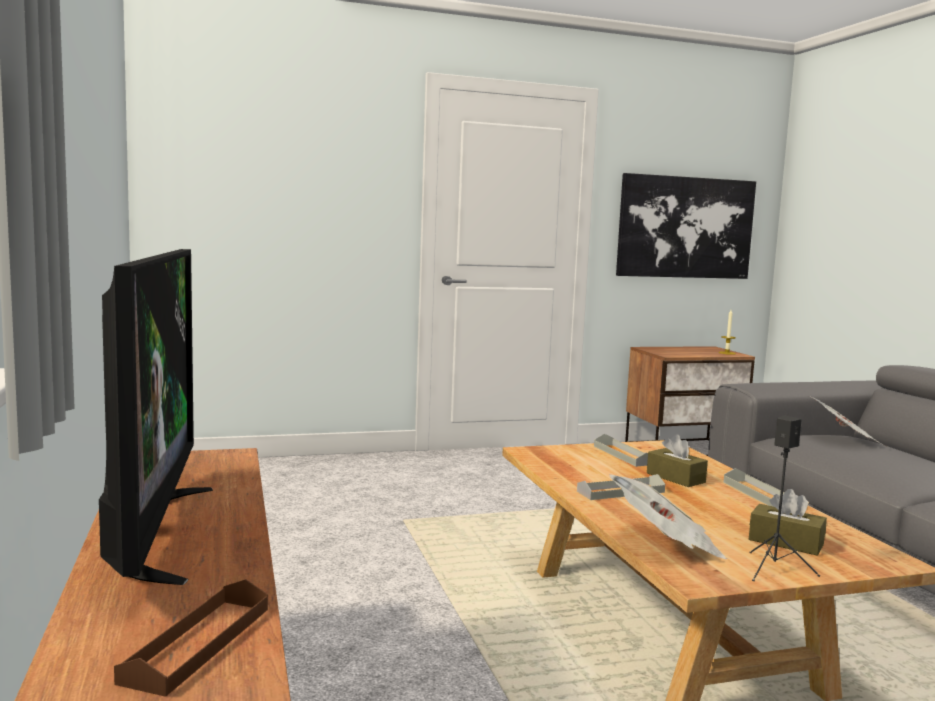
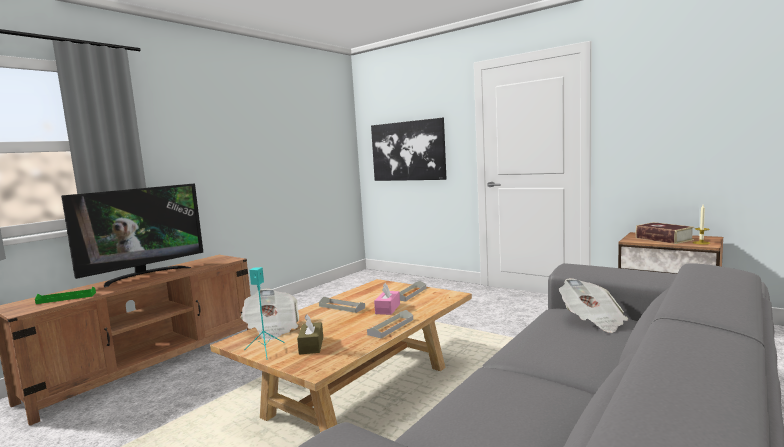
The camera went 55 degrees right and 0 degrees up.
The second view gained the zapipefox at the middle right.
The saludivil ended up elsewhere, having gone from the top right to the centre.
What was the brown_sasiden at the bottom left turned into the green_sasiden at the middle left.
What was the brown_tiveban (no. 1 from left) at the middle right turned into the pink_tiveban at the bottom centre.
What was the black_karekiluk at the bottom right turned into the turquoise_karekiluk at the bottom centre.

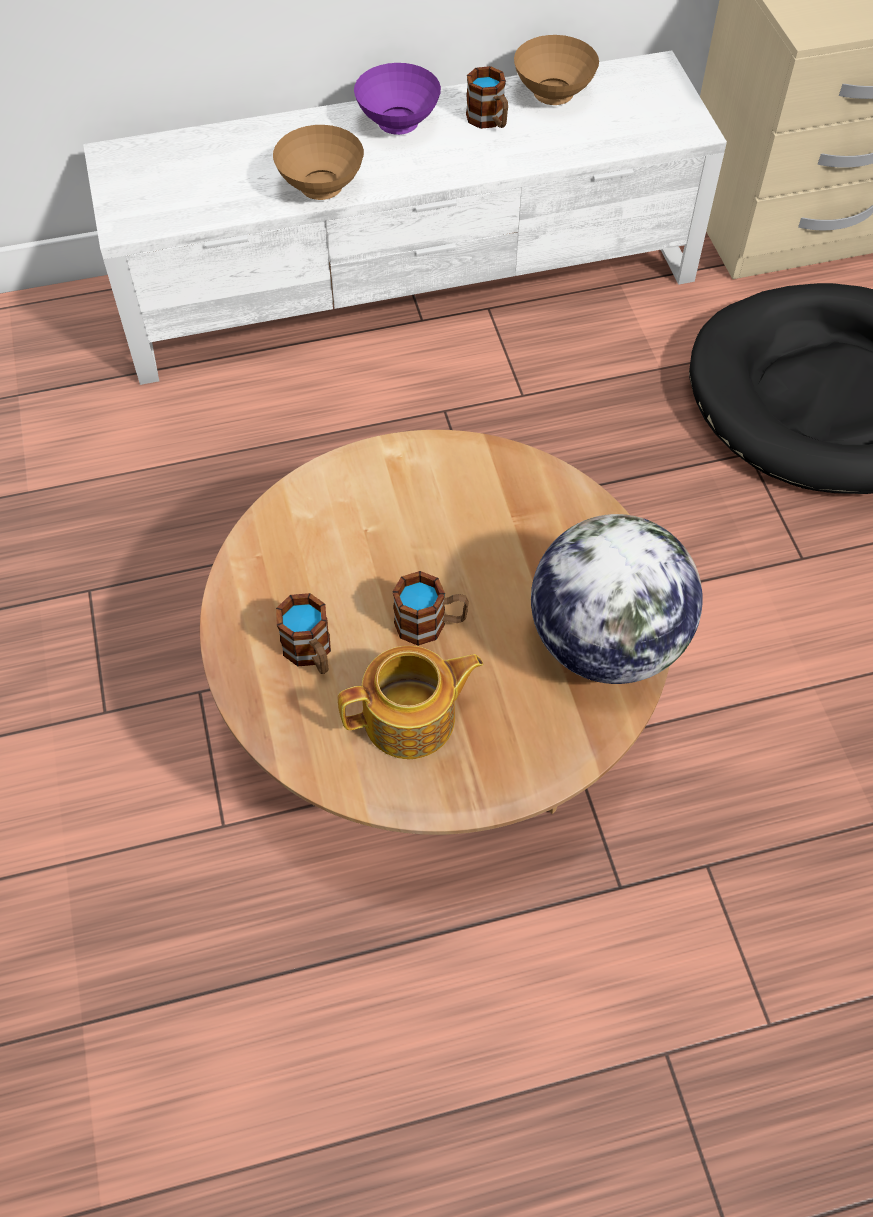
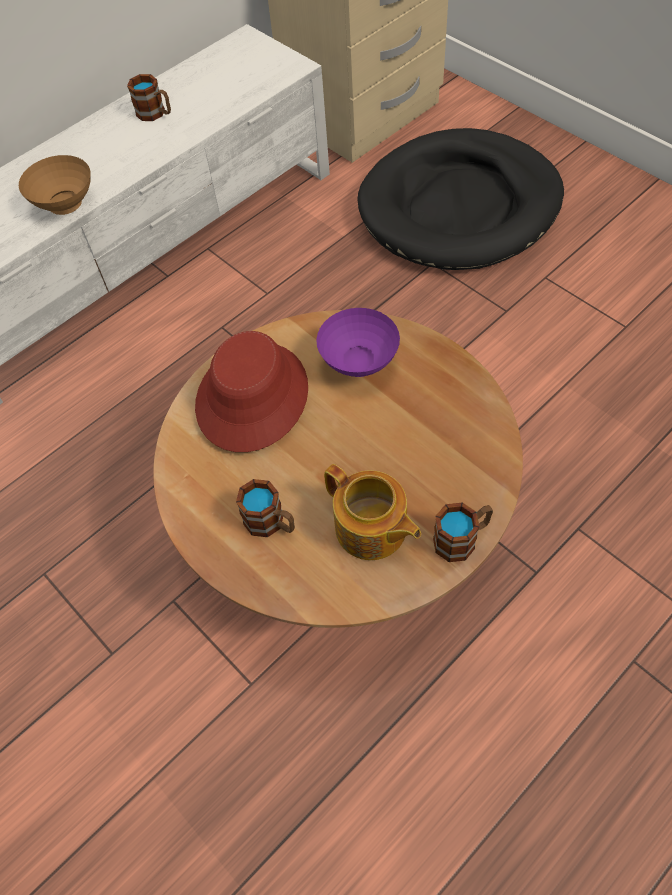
The camera went 25 degrees left and 0 degrees up.
The second view lost the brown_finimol (no. 2 from left) at the top centre.
The second view lost the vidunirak at the middle right.
The second view gained the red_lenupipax at the centre.
The purple_finimol ended up elsewhere, having gone from the top centre to the centre.
The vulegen (no. 2 from left in the first image) ended up elsewhere, having gone from the centre to the middle right.
The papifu at the centre ended up facing another way, 90 degrees clockwise from before.

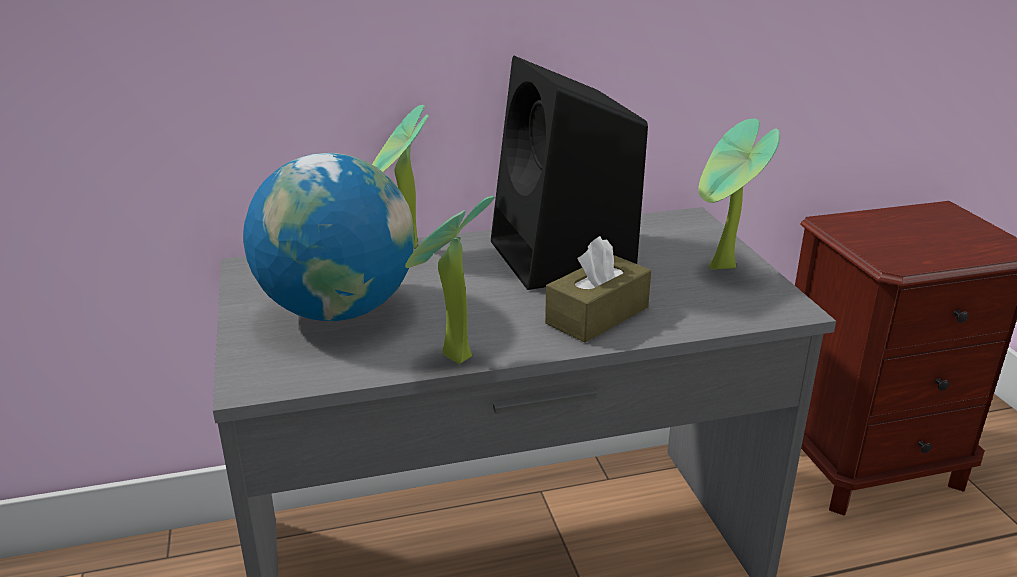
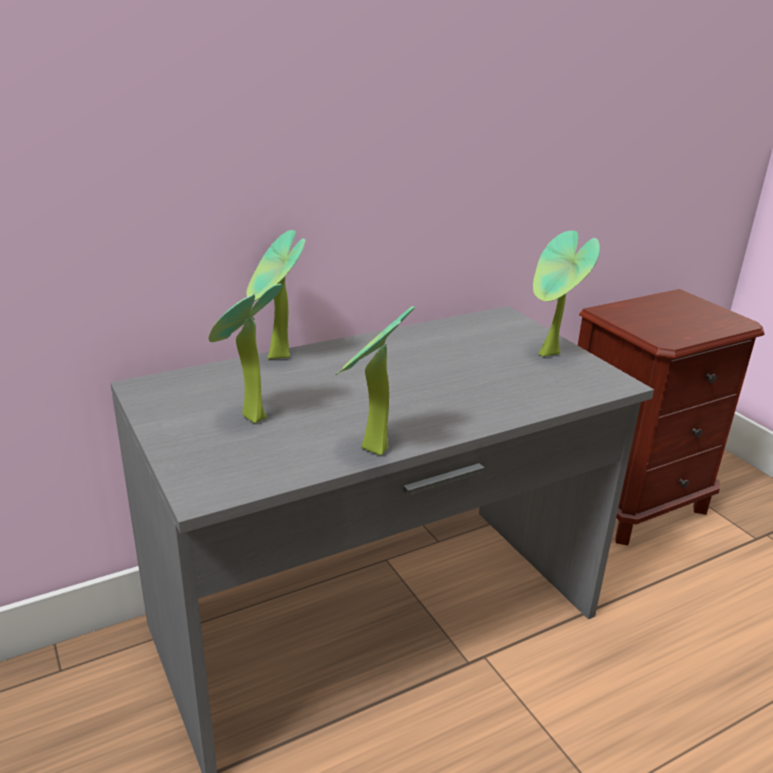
The camera went 15 degrees left and 0 degrees up.
The second view lost the black_karekiluk at the top centre.
The second view lost the brown_tiveban at the centre.
Where the vidunirak stood at the middle left, the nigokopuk (no. 1 from left) came to stand at the middle left.

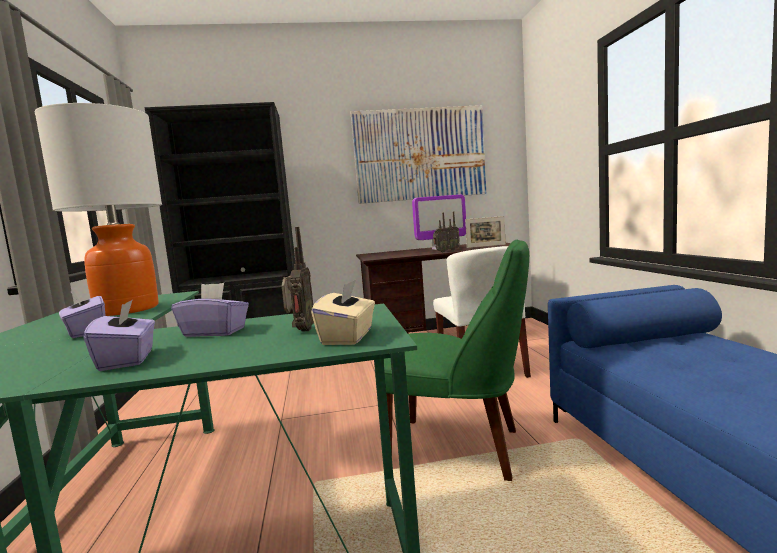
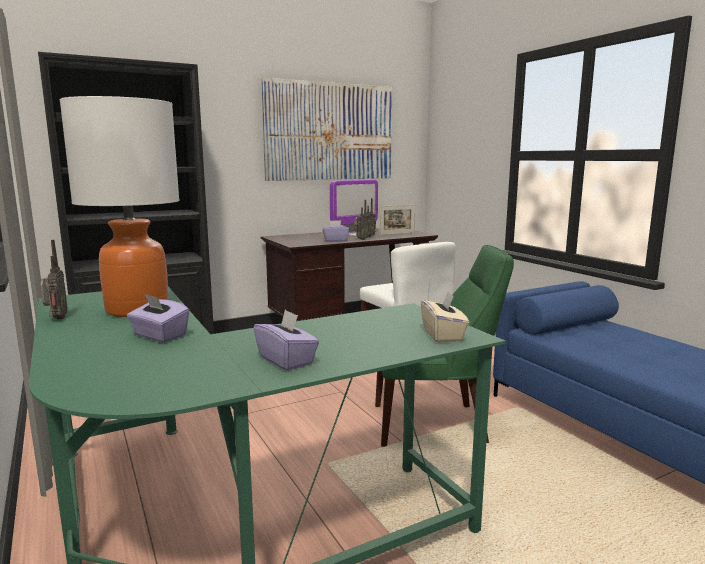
The camera went 20 degrees left and 5 degrees up.
The purple_tiveban (no. 3 from left) ended up elsewhere, having gone from the middle left to the centre.
The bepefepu (no. 1 from left) ended up elsewhere, having gone from the centre to the middle left.

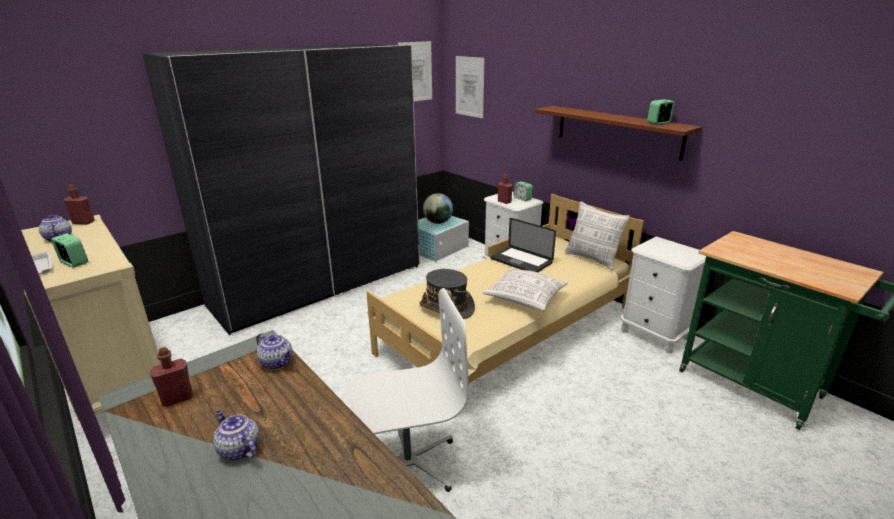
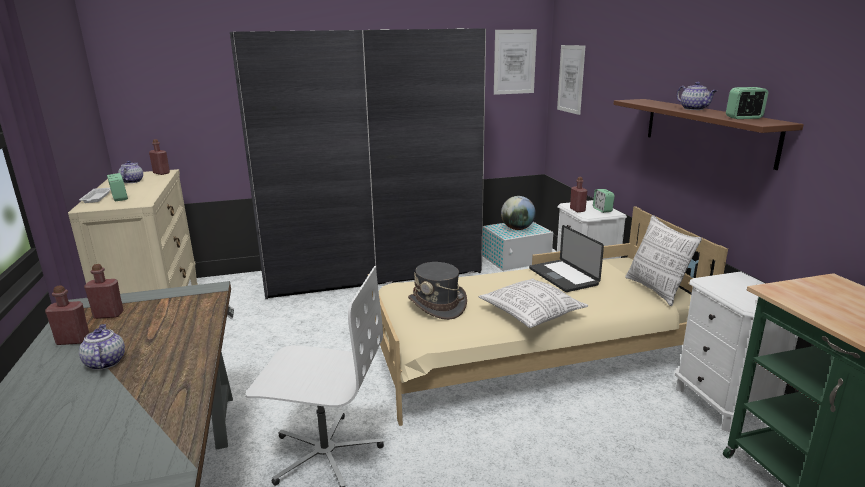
The camera went 25 degrees right and 5 degrees down.
The second view gained the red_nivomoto (no. 1 from left) at the middle left.
The papifu (no. 3 from left) ended up elsewhere, having gone from the bottom left to the top right.

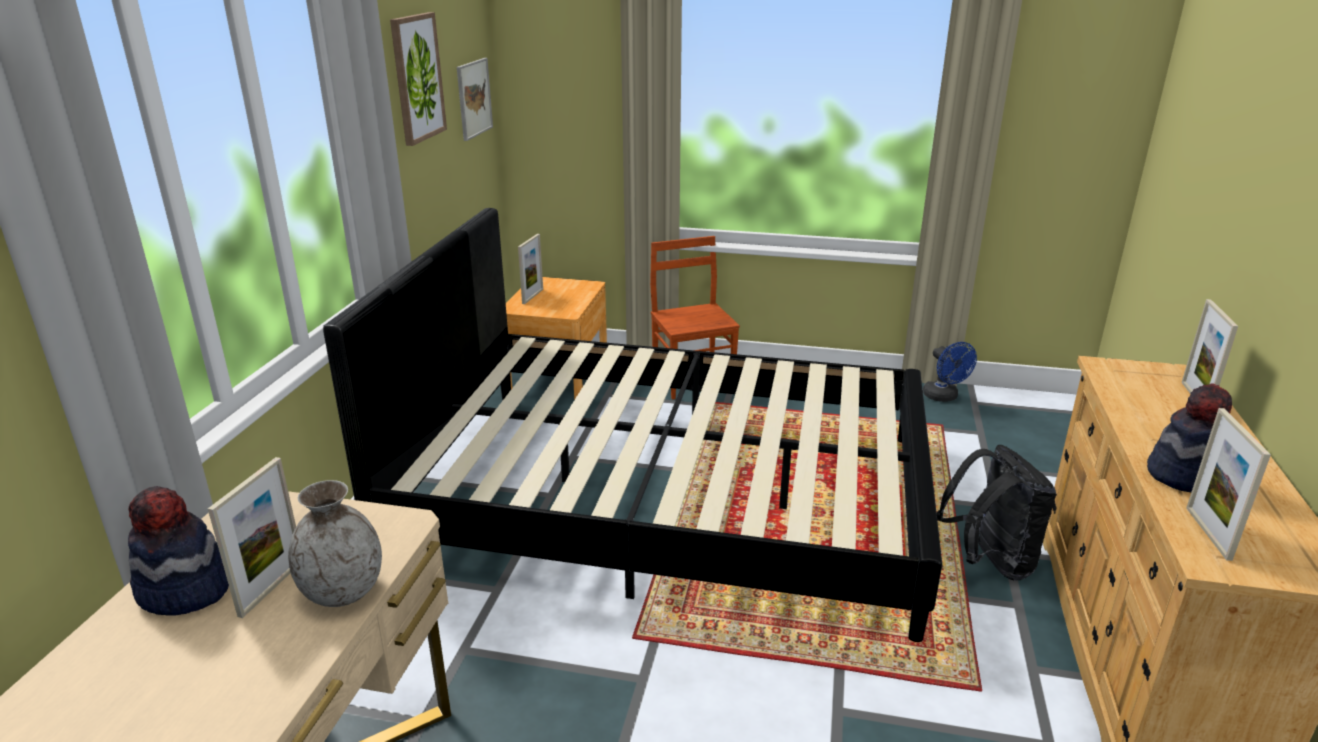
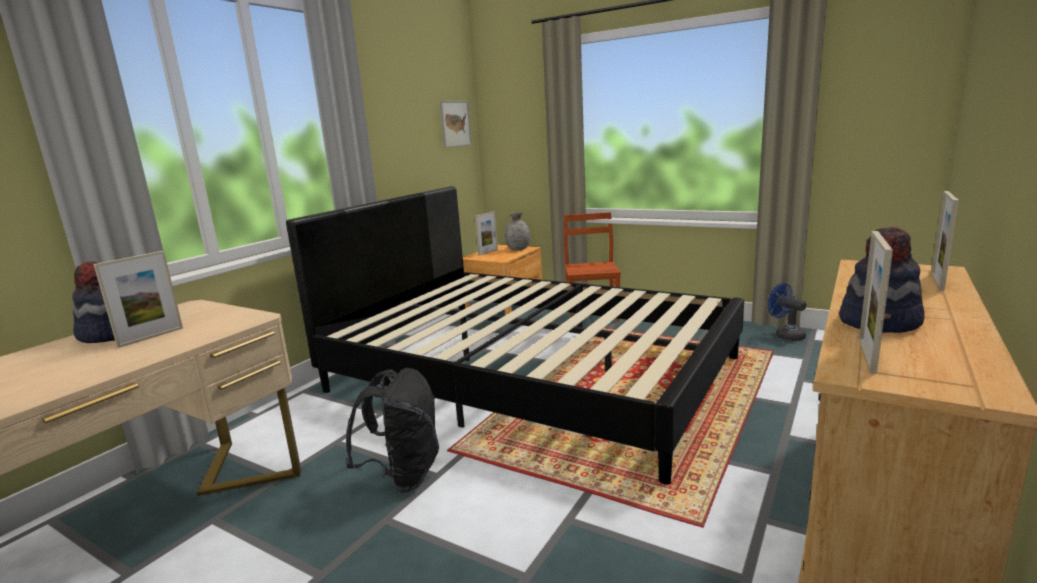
The camera went 20 degrees right and 10 degrees down.
The second view lost the saludivil (no. 1 from left) at the top left.
The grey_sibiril ended up elsewhere, having gone from the bottom left to the centre.
The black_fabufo ended up elsewhere, having gone from the bottom right to the bottom centre.
The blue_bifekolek at the middle right ended up facing another way, 150 degrees clockwise from before.

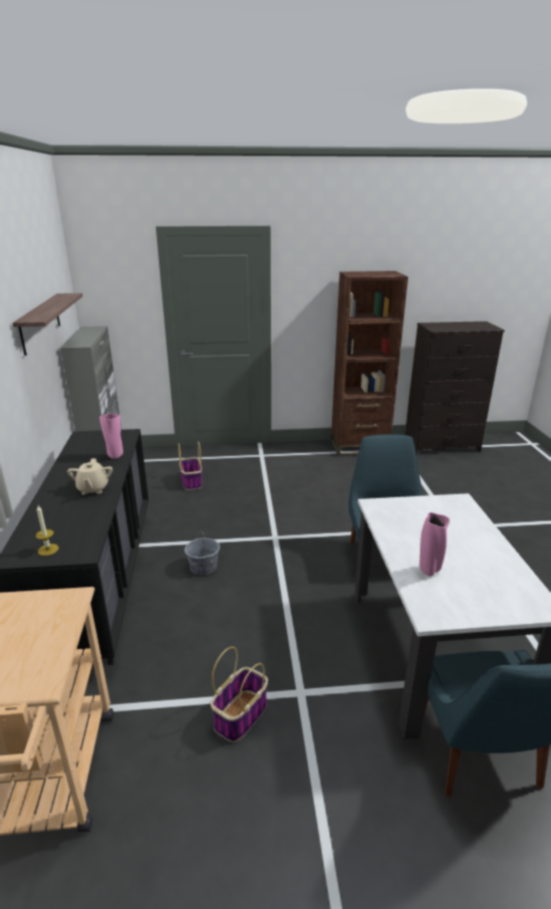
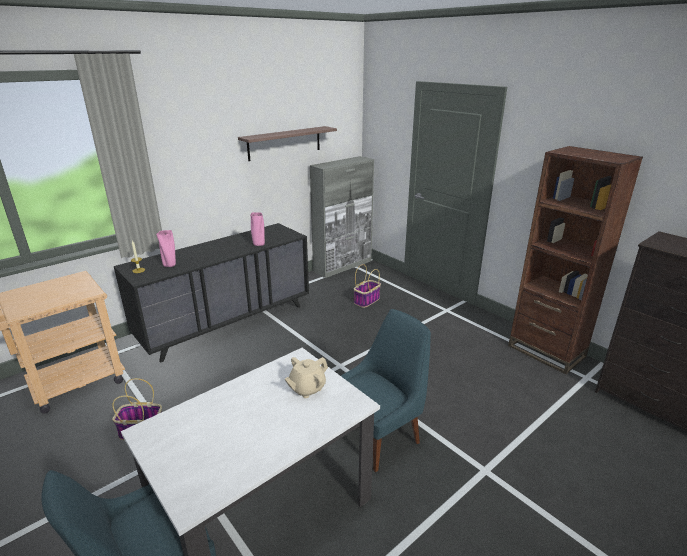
The camera went 55 degrees right and 0 degrees up.
The second view lost the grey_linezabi at the centre.
The beige_papifu ended up elsewhere, having gone from the middle left to the bottom centre.
The pink_sibiril (no. 2 from left in the first image) ended up elsewhere, having gone from the middle right to the middle left.

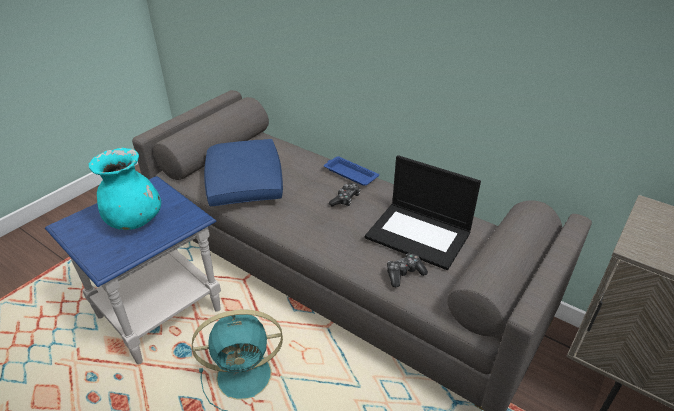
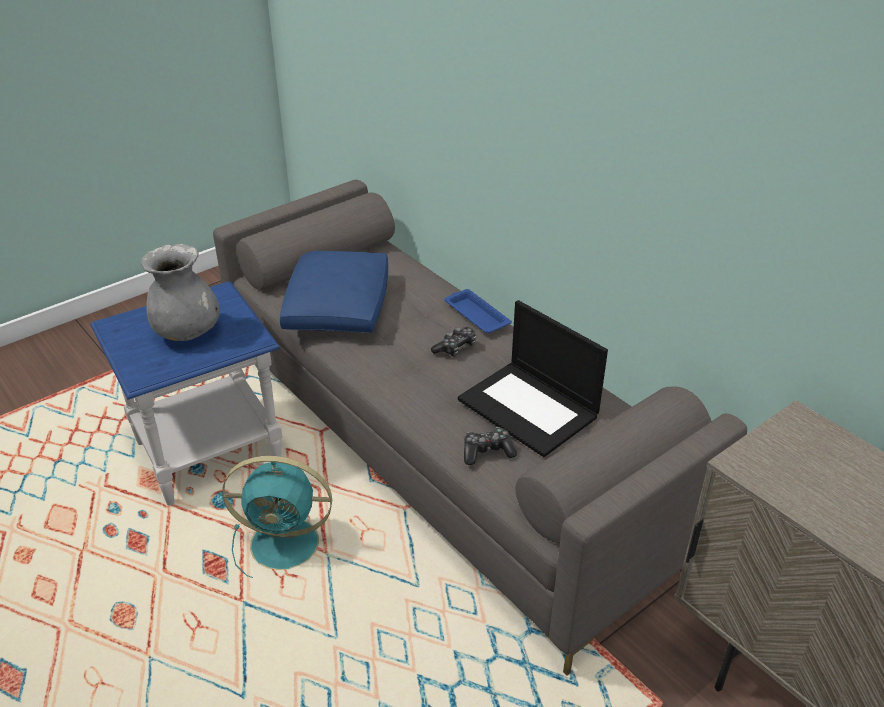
The camera went 15 degrees right and 0 degrees up.
What was the turquoise_sibiril at the middle left turned into the grey_sibiril at the middle left.

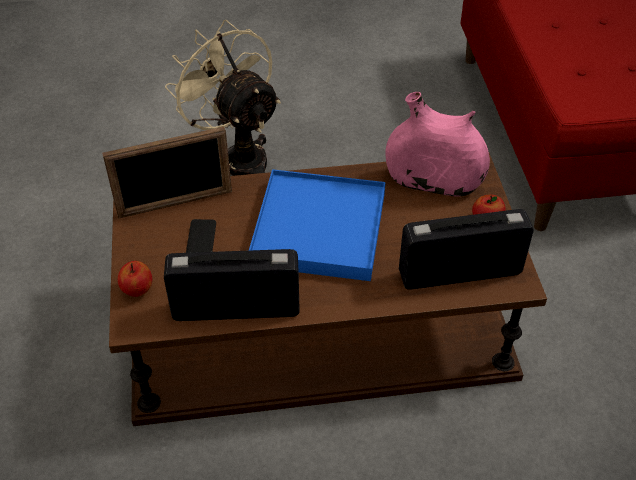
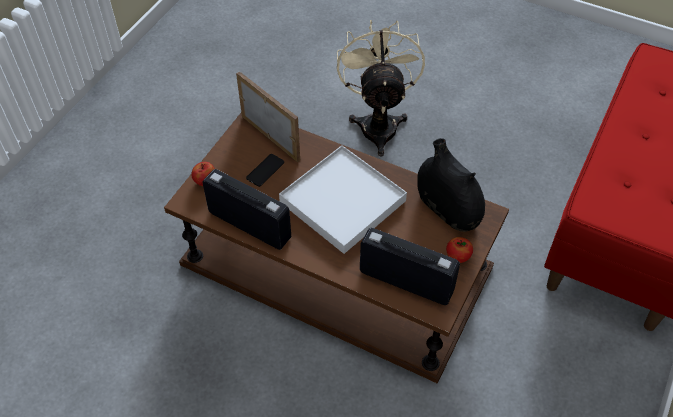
The camera went 35 degrees right and 5 degrees up.
What was the blue_sasiden at the centre turned into the white_sasiden at the centre.
What was the pink_sibiril at the top right turned into the black_sibiril at the middle right.
The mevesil at the middle left ended up facing another way, 150 degrees counterclockwise from before.

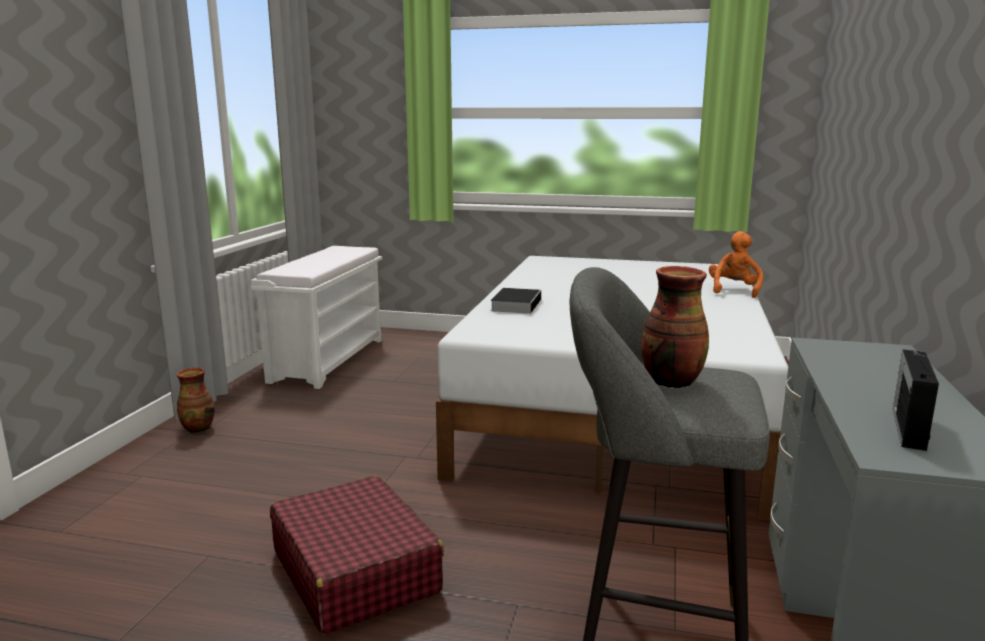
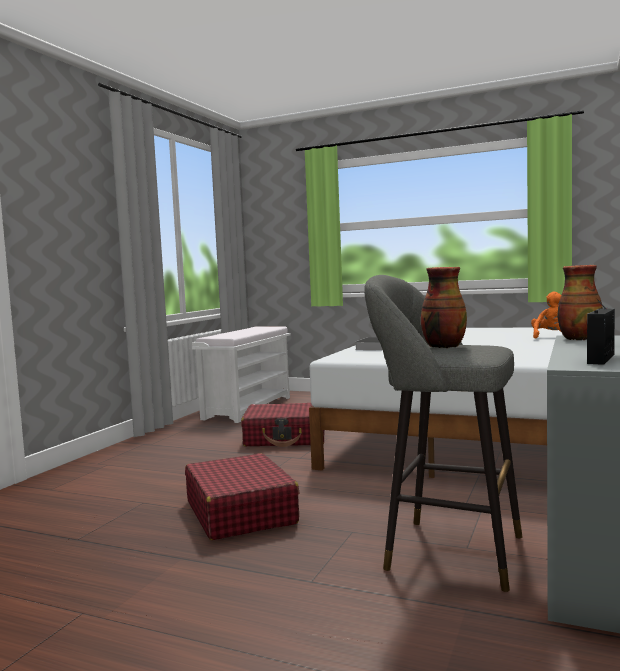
The camera went 10 degrees right and 10 degrees down.
The second view gained the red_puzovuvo (no. 2 from left) at the centre.
The sibiril (no. 1 from left in the first image) ended up elsewhere, having gone from the middle left to the middle right.

